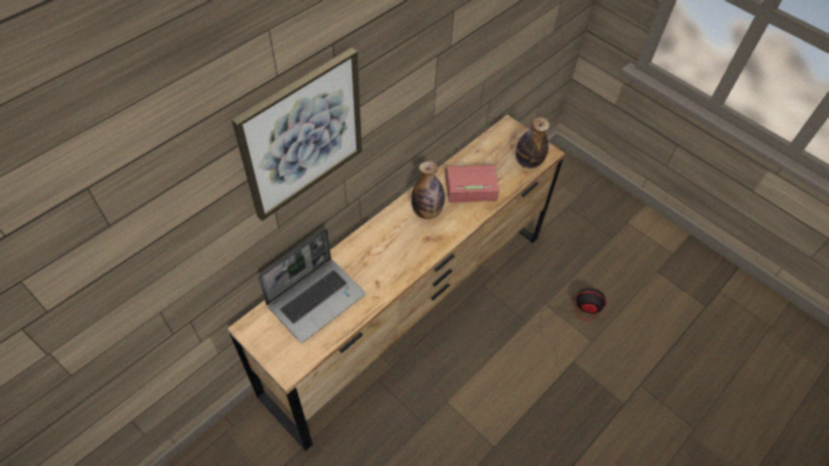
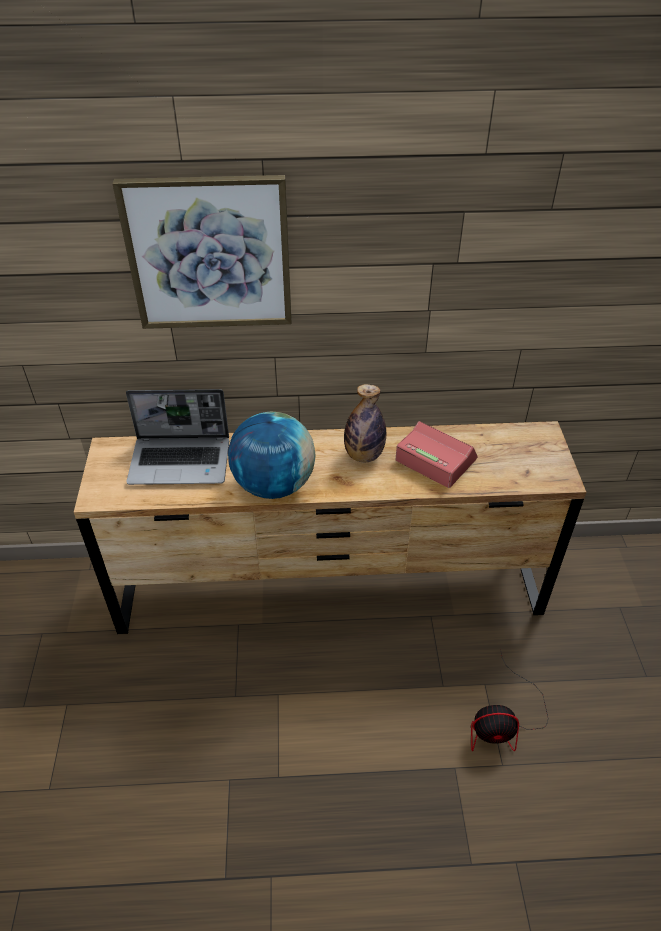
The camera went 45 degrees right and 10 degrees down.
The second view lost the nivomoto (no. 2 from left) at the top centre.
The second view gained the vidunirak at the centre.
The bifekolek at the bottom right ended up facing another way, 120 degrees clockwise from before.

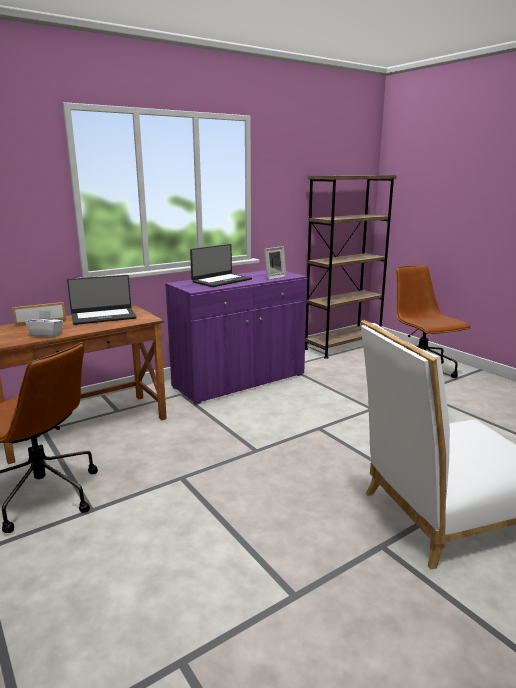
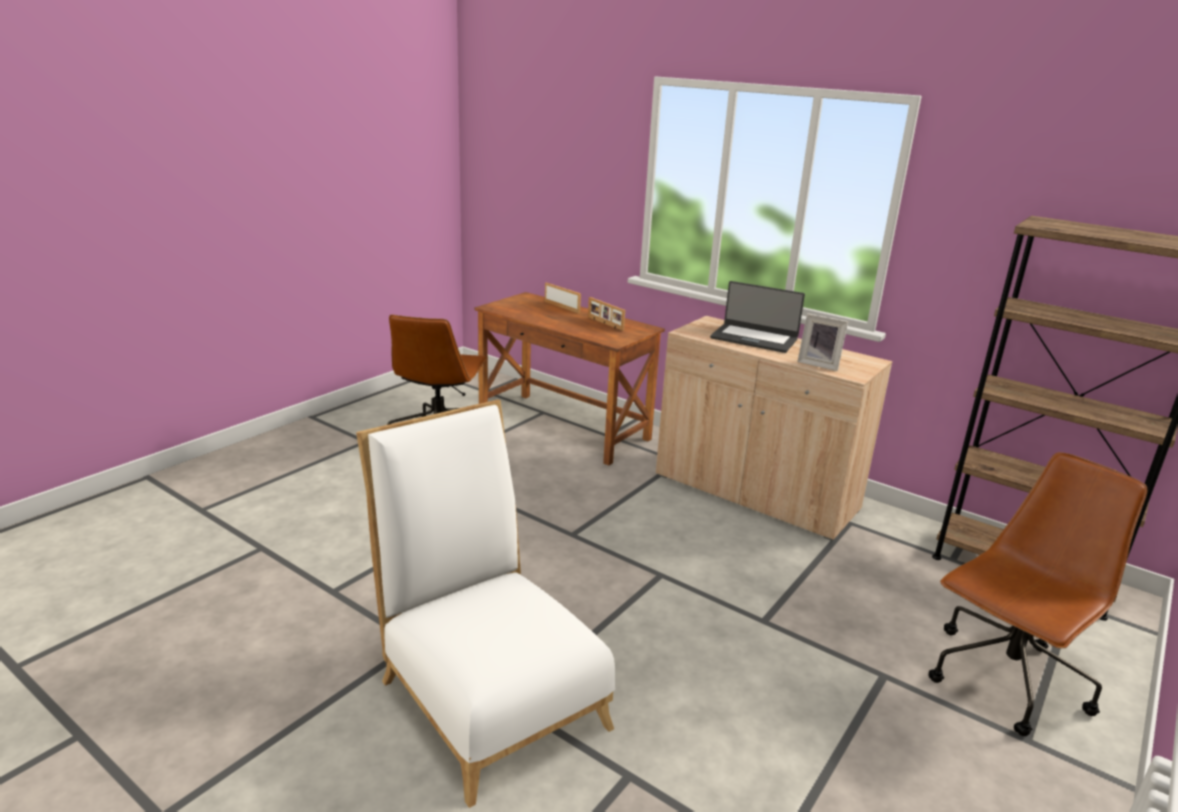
The camera went 70 degrees right and 5 degrees up.
The second view lost the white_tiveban at the middle left.
Where the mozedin (no. 1 from left) stood at the middle left, the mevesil (no. 2 from left) came to stand at the centre.
What was the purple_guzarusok at the centre turned into the beige_guzarusok at the centre.

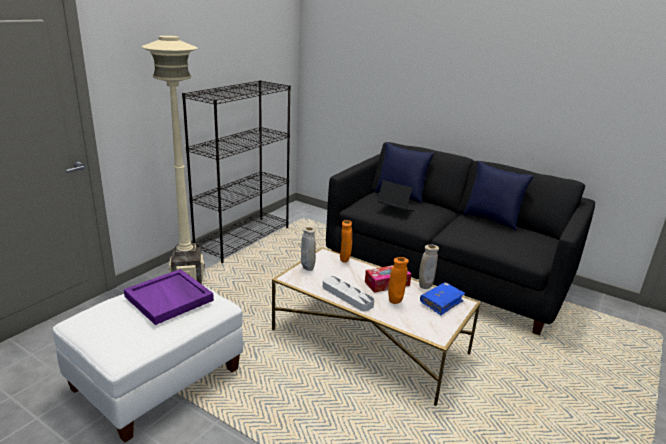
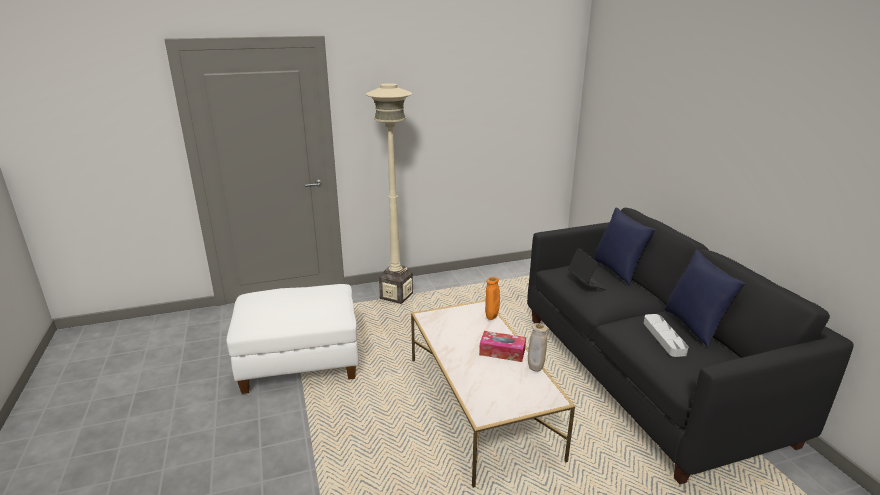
The camera went 40 degrees right and 0 degrees up.
The second view lost the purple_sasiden at the bottom left.
The second view lost the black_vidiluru at the centre.
The second view lost the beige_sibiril (no. 1 from left) at the centre.
The second view lost the orange_sibiril (no. 2 from left) at the centre.
The second view lost the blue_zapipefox at the bottom centre.
The grey_sasiden ended up elsewhere, having gone from the centre to the bottom right.

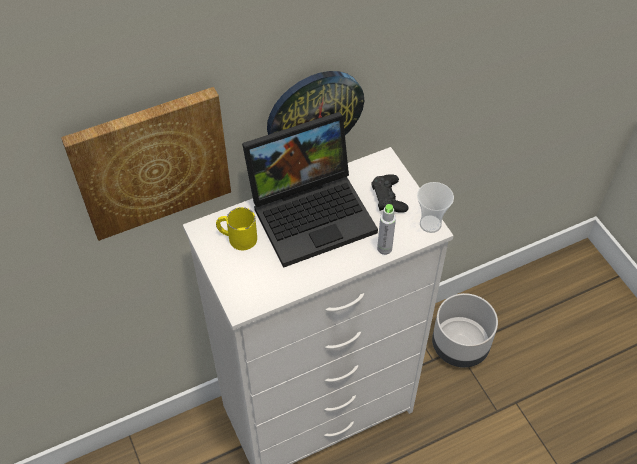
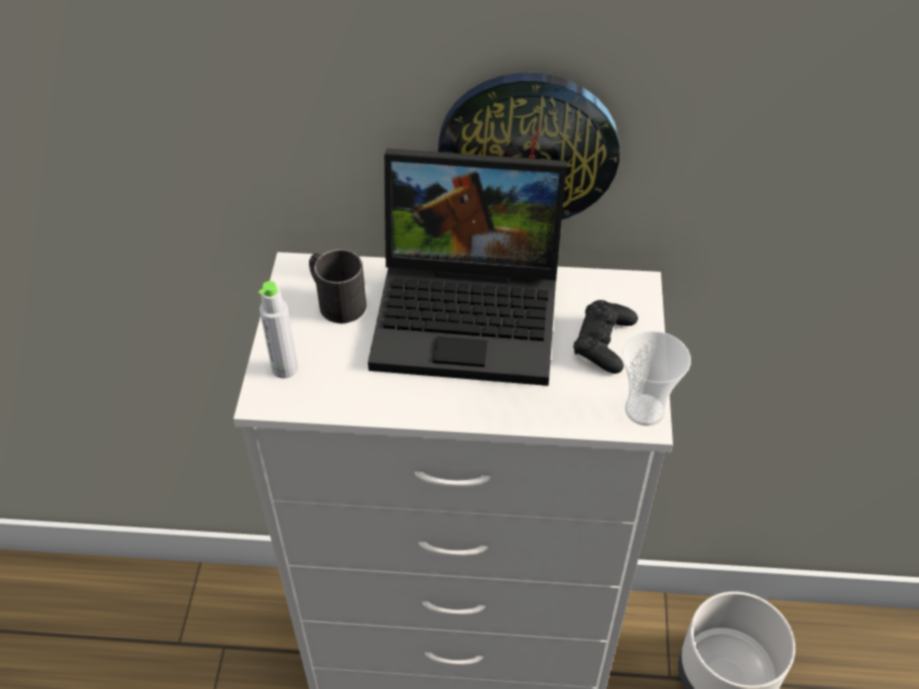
The camera went 30 degrees right and 5 degrees down.
The second view lost the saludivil at the middle left.
The grey_nivomoto ended up elsewhere, having gone from the centre to the middle left.
What was the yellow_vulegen at the centre turned into the black_vulegen at the centre.

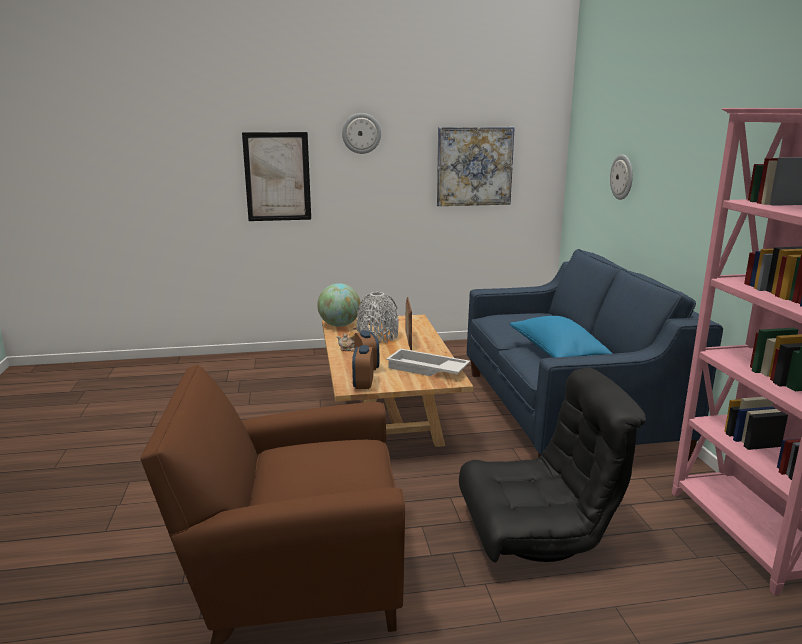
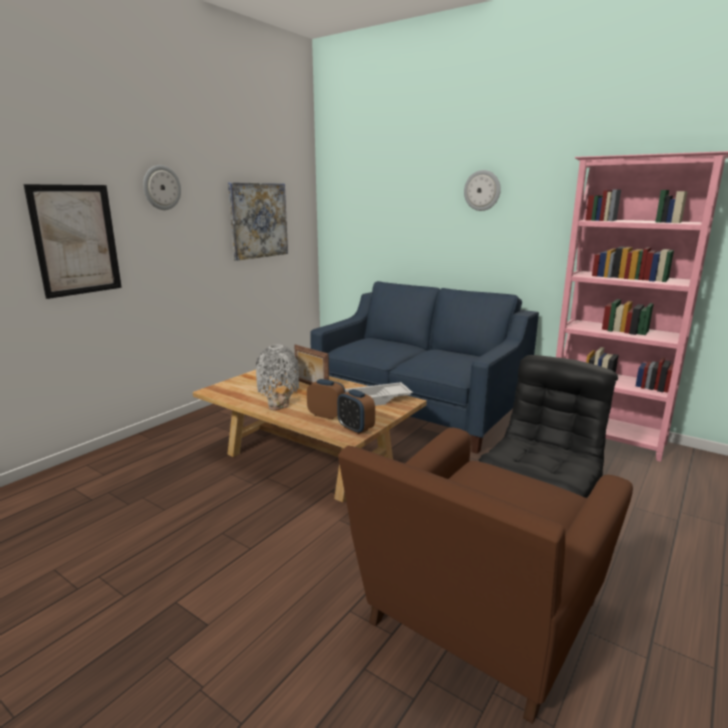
The camera went 45 degrees left and 0 degrees up.
The second view lost the vidunirak at the centre.
The second view lost the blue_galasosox at the middle right.
The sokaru (no. 2 from left) ended up elsewhere, having gone from the top right to the top centre.

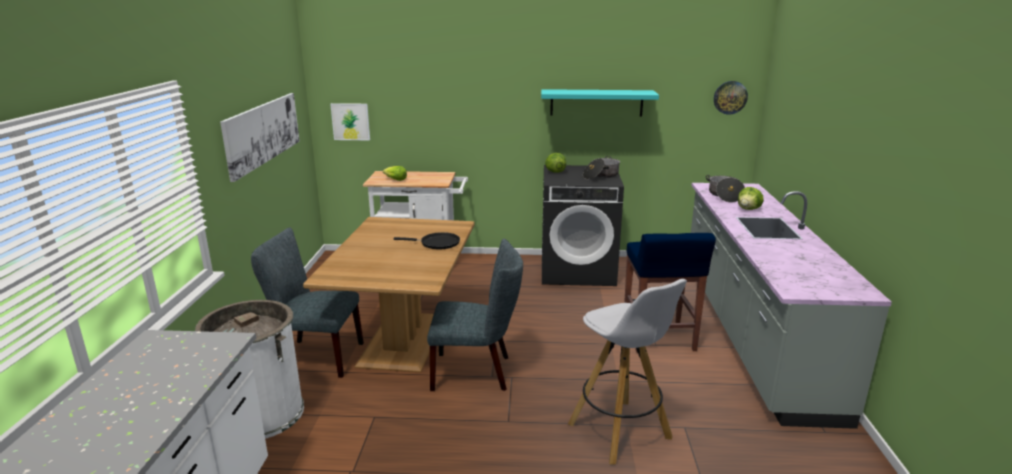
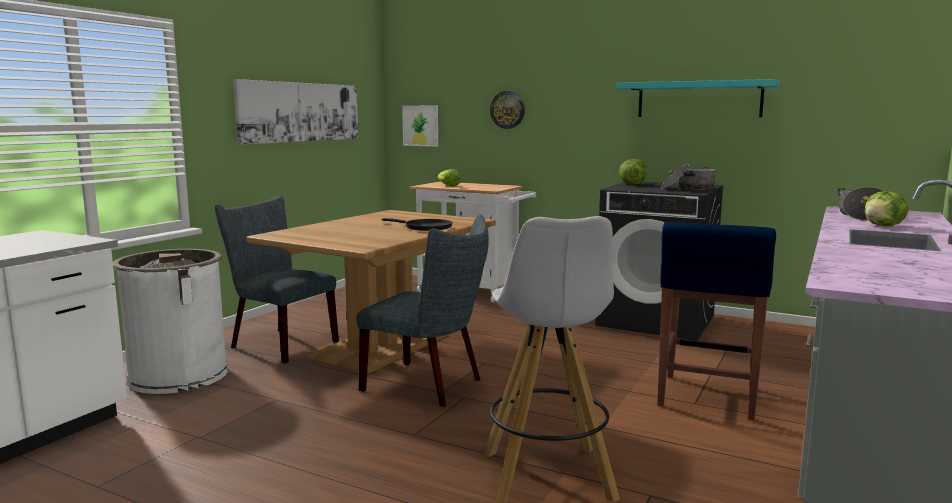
The camera went 25 degrees right and 10 degrees down.
The sokaru ended up elsewhere, having gone from the top right to the top centre.

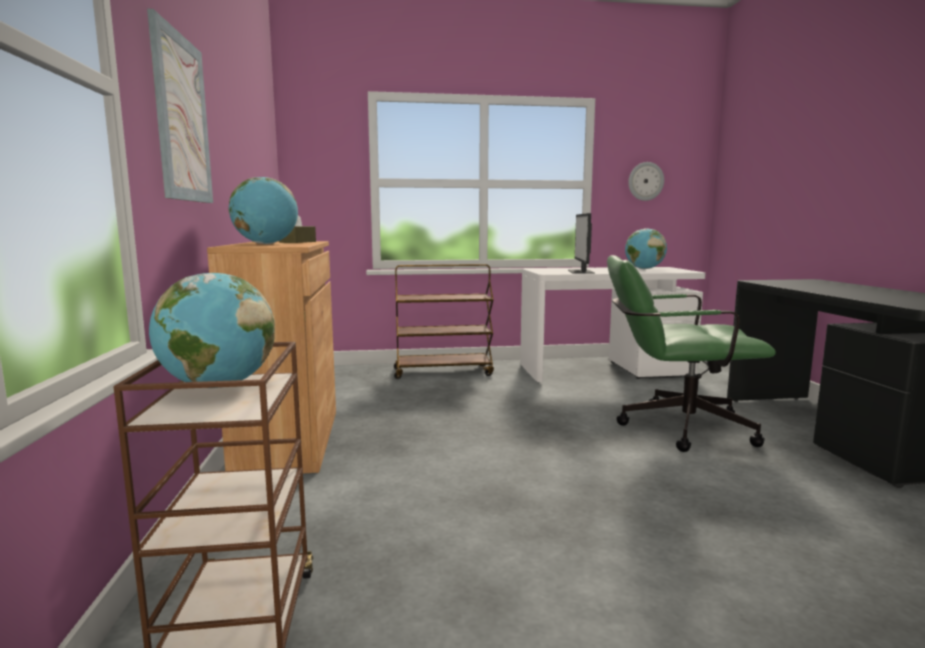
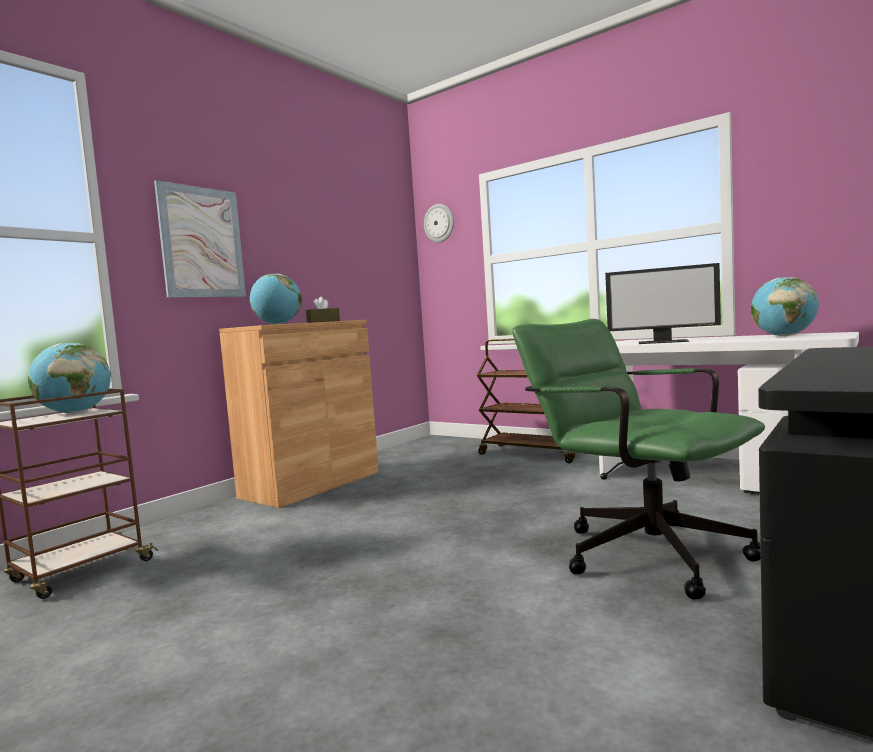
The camera went 45 degrees right and 5 degrees down.
The sokaru ended up elsewhere, having gone from the top right to the top centre.
The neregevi at the centre ended up facing another way, 120 degrees counterclockwise from before.

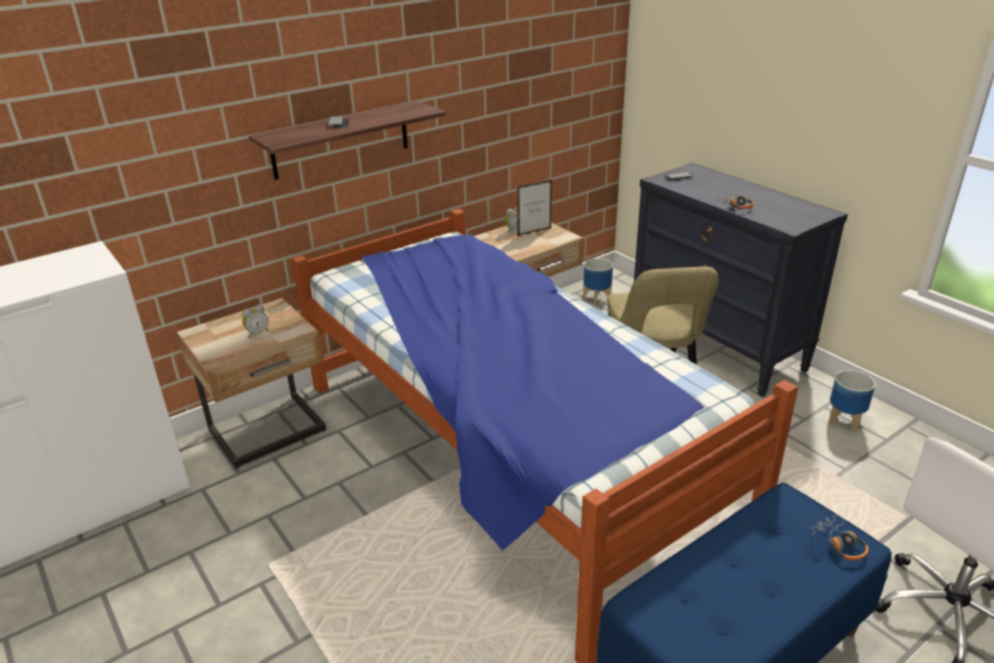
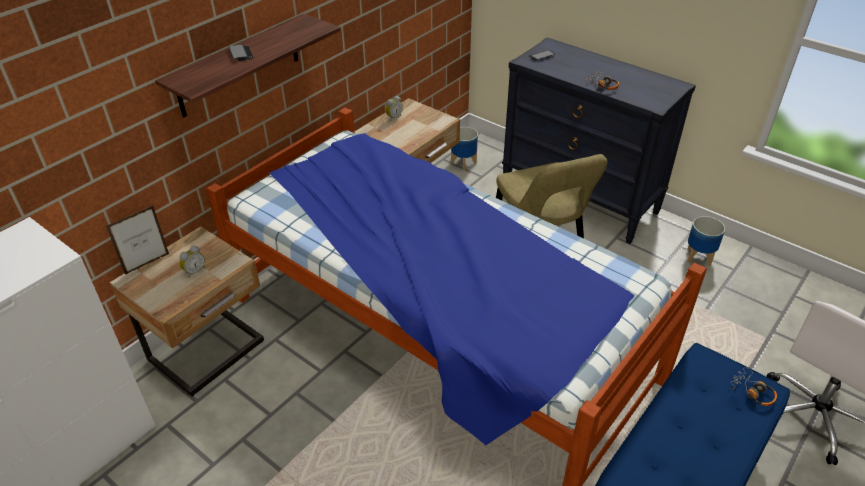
The camera went 15 degrees left and 10 degrees up.
The mevesil ended up elsewhere, having gone from the top centre to the middle left.

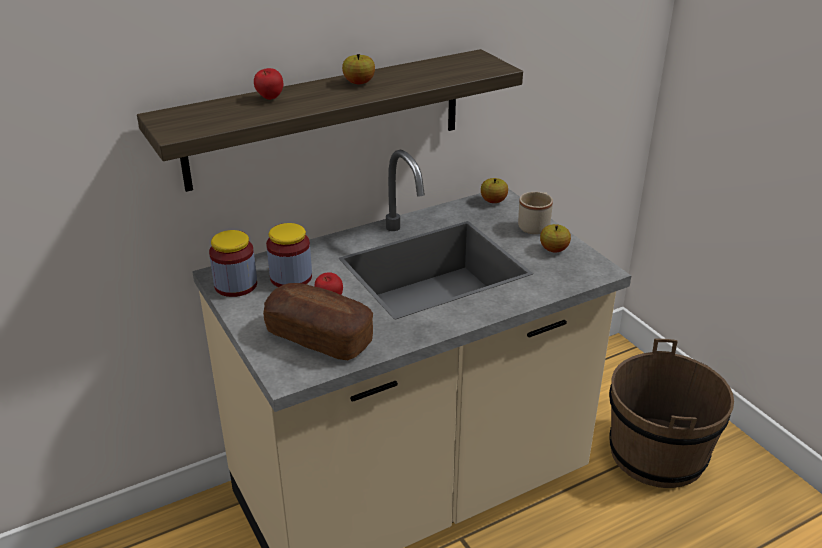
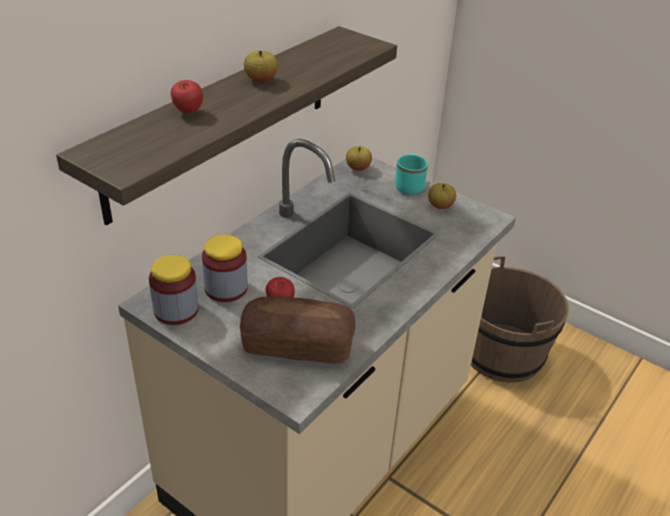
The camera went 25 degrees left and 5 degrees up.
What was the beige_vulegen at the centre turned into the turquoise_vulegen at the centre.

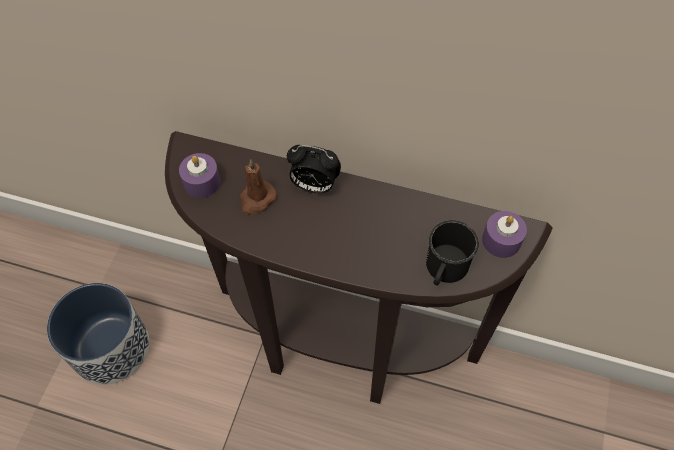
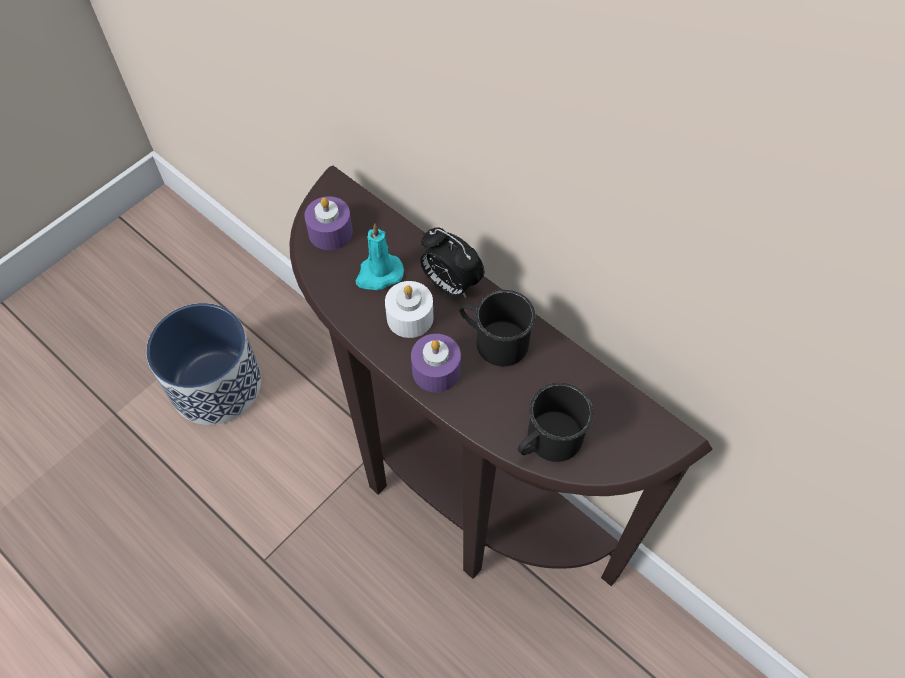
The camera went 25 degrees right and 0 degrees up.
The second view gained the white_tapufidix at the centre.
The second view gained the black_vulegen (no. 1 from left) at the centre.
The purple_tapufidix (no. 2 from left) ended up elsewhere, having gone from the middle right to the centre.
What was the brown_tapufidix at the centre turned into the turquoise_tapufidix at the centre.

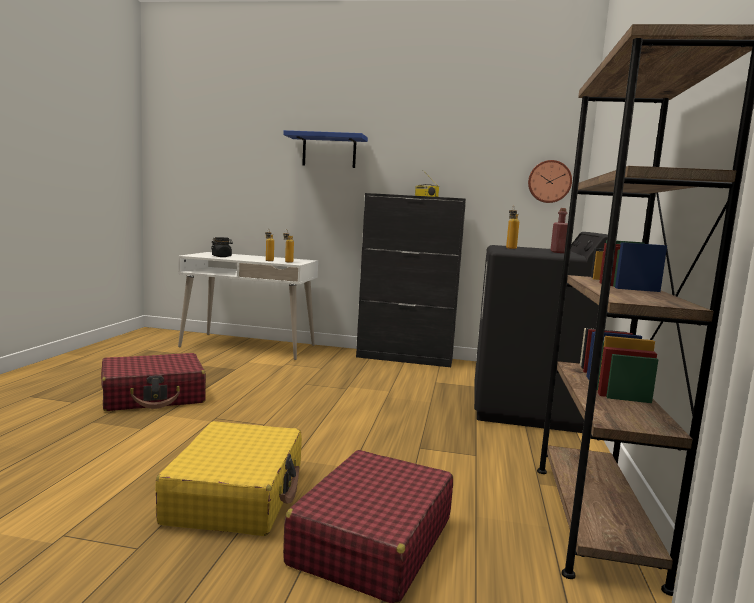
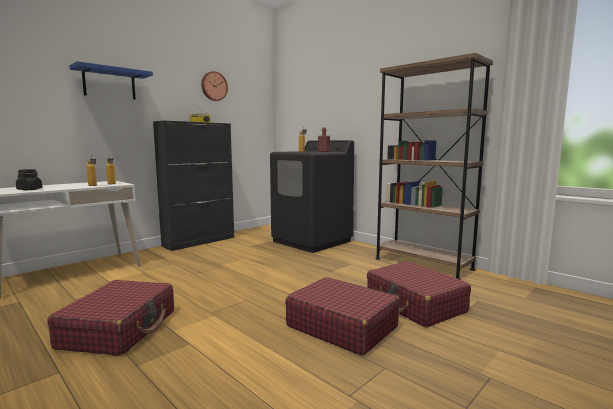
The camera went 55 degrees left and 0 degrees up.
The sokaru ended up elsewhere, having gone from the top right to the top centre.
What was the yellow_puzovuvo at the bottom left turned into the red_puzovuvo (no. 2 from left) at the bottom centre.

